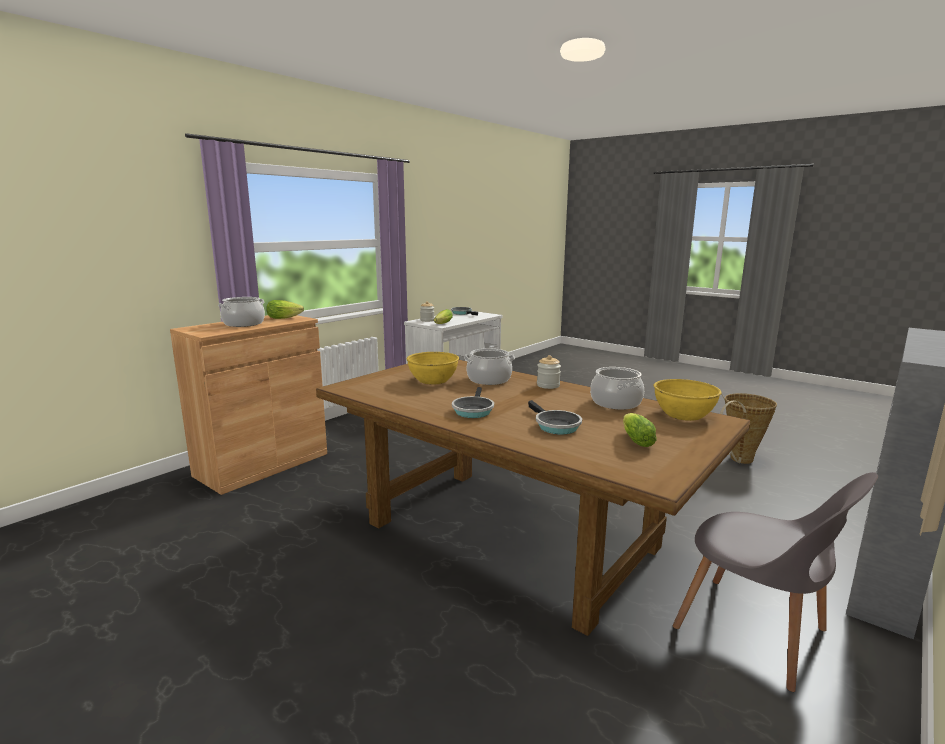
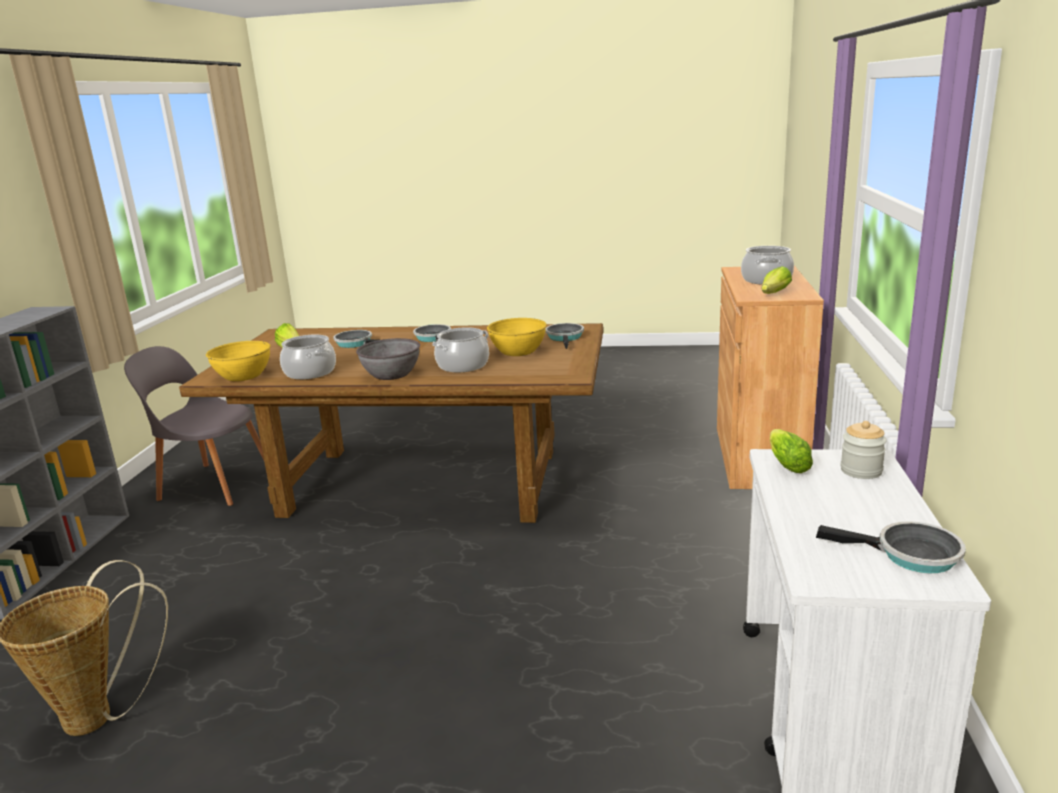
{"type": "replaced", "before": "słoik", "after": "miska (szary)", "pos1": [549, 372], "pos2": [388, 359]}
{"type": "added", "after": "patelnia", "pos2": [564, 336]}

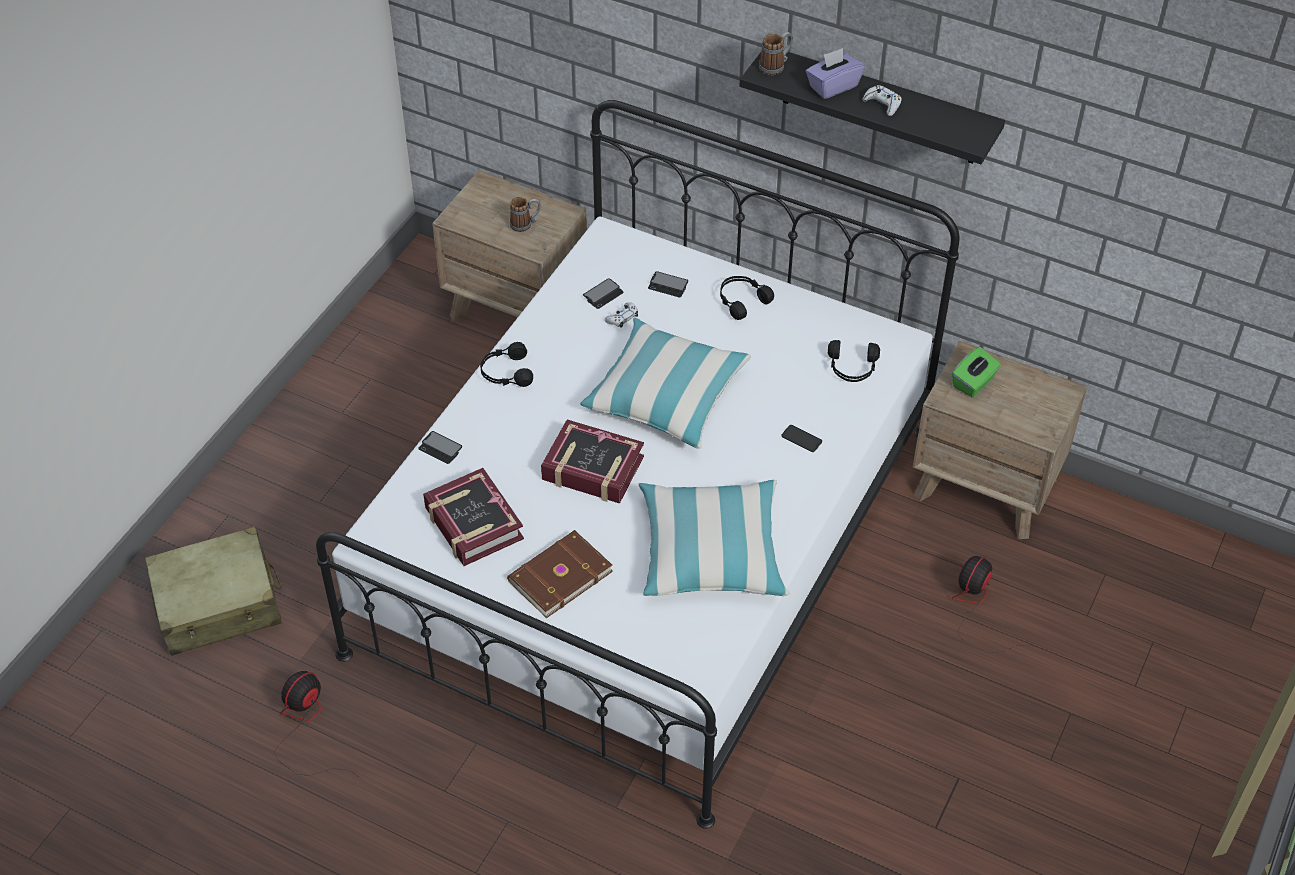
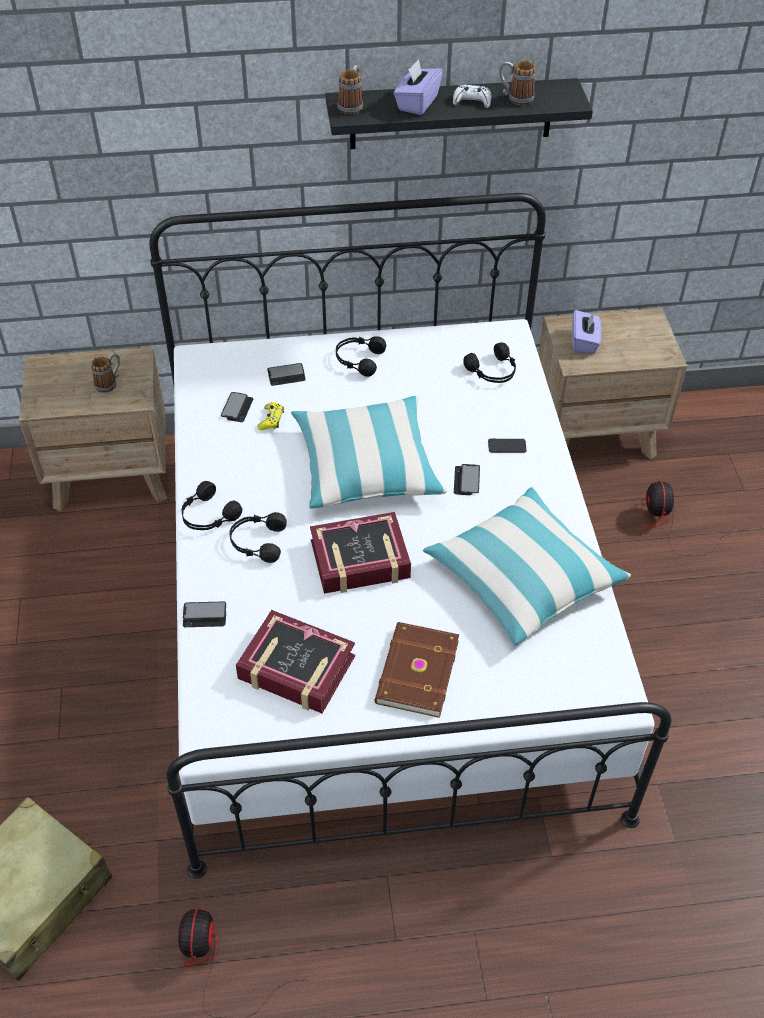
{"type": "added", "after": "słuchawki (czarny)", "pos2": [258, 537]}
{"type": "recoloured", "before": "pad do gier (biały)", "after": "pad do gier (żółty)", "pos1": [621, 315], "pos2": [270, 416]}
{"type": "added", "after": "telefon", "pos2": [467, 479]}
{"type": "added", "after": "kubek", "pos2": [517, 83]}
{"type": "recoloured", "before": "pudełko chusteczek (zielony)", "after": "pudełko chusteczek (fioletowy)", "pos1": [976, 372], "pos2": [586, 332]}

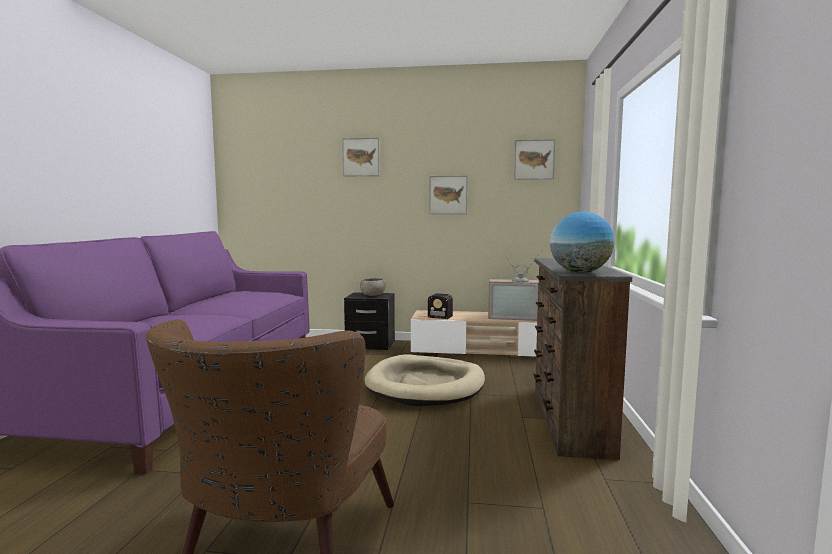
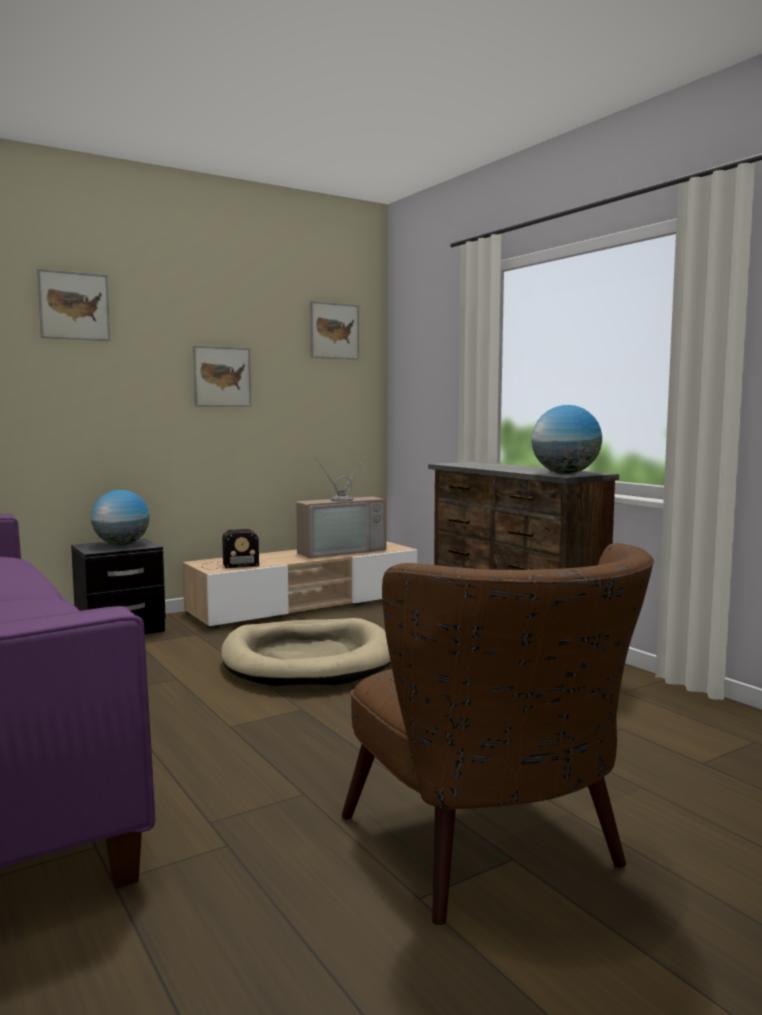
{"type": "replaced", "before": "miska (szary)", "after": "globus", "pos1": [373, 287], "pos2": [120, 517]}

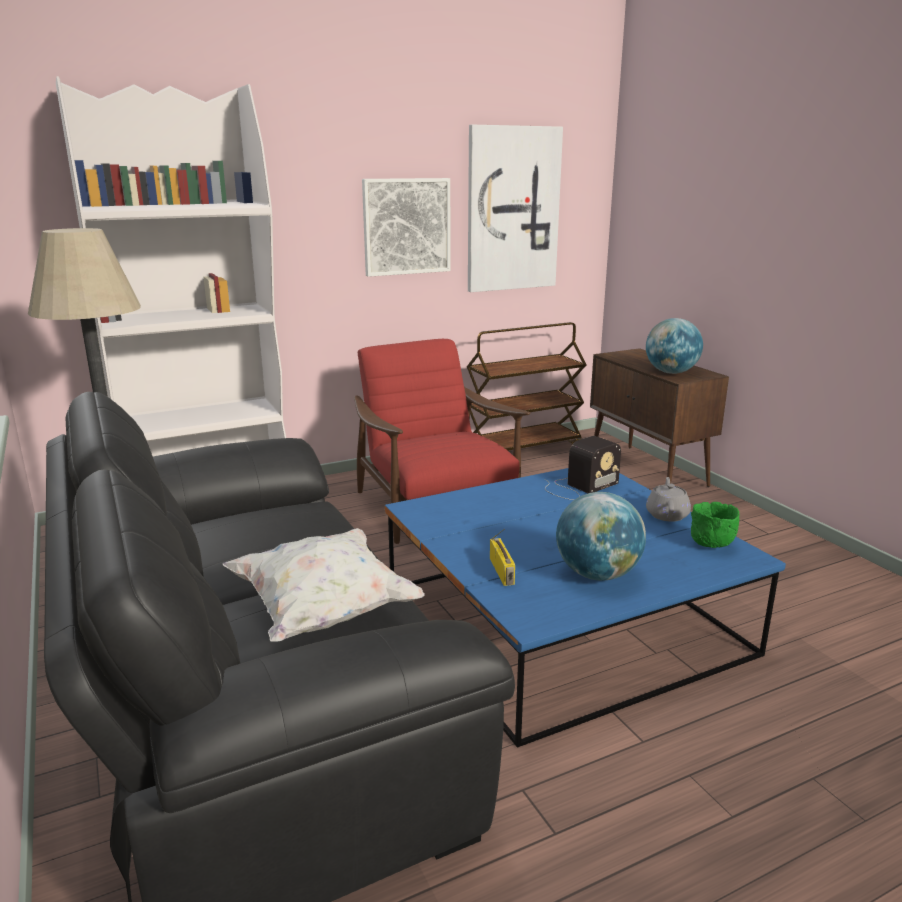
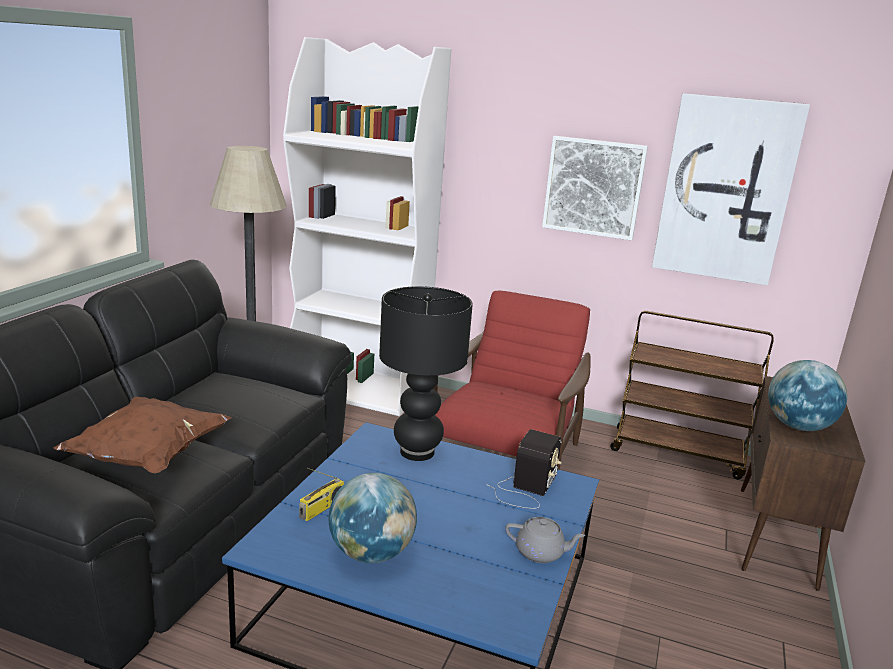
{"type": "recoloured", "before": "poduszka (biały)", "after": "poduszka (brązowy)", "pos1": [324, 585], "pos2": [142, 434]}
{"type": "added", "after": "lampa stołowa (czarny)", "pos2": [426, 373]}
{"type": "turned", "before": "radio", "pos1": [582, 468], "pos2": [524, 469], "turn": -75}
{"type": "turned", "before": "imbryk (szary)", "pos1": [668, 499], "pos2": [545, 540], "turn": 45}
{"type": "removed", "before": "miska (zielony)", "pos1": [715, 525]}

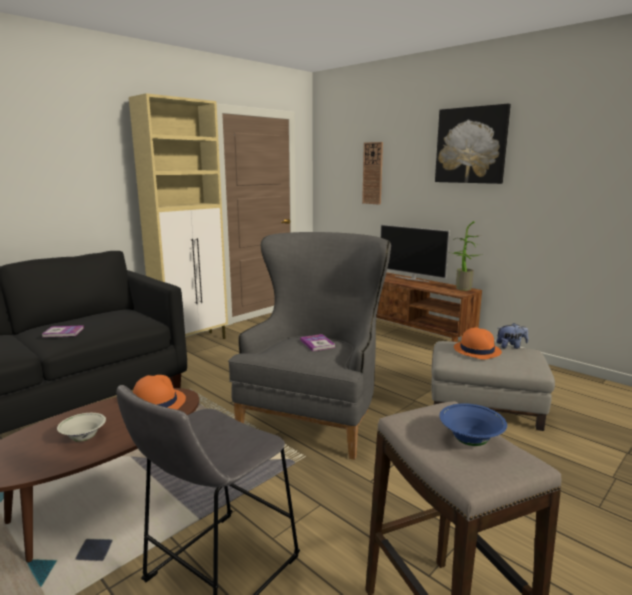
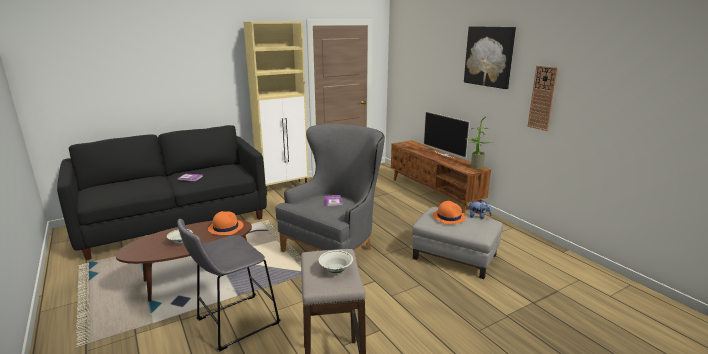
{"type": "recoloured", "before": "miska (niebieski)", "after": "miska (biały)", "pos1": [473, 424], "pos2": [336, 261]}
{"type": "moved", "before": "zegar ścienny", "pos1": [372, 173], "pos2": [542, 98]}

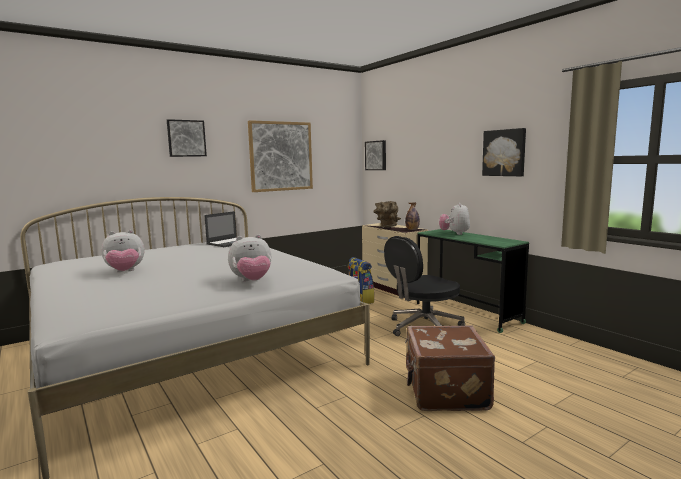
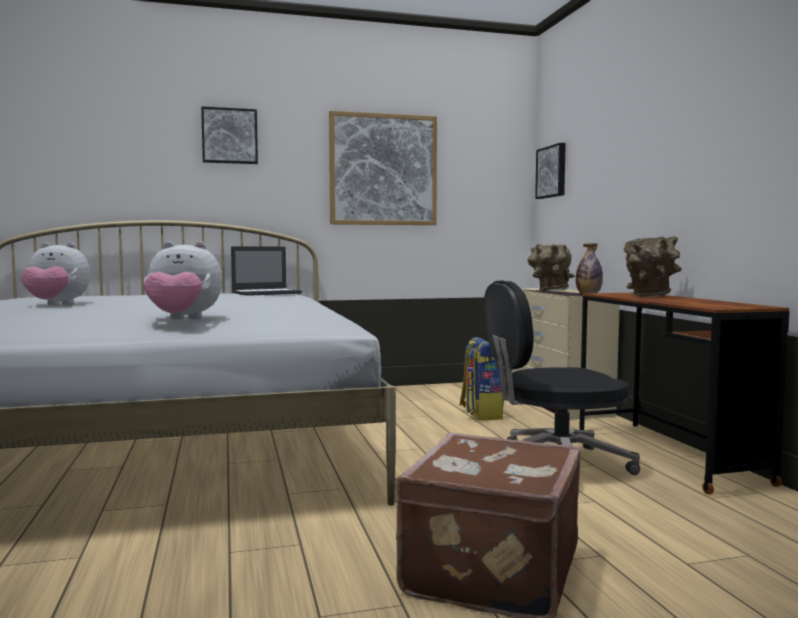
{"type": "recoloured", "before": "biurko (zielony)", "after": "biurko (brązowy)", "pos1": [473, 281], "pos2": [684, 393]}
{"type": "replaced", "before": "pluszak", "after": "wazon (brązowy)", "pos1": [454, 219], "pos2": [653, 266]}
{"type": "removed", "before": "obraz", "pos1": [504, 152]}

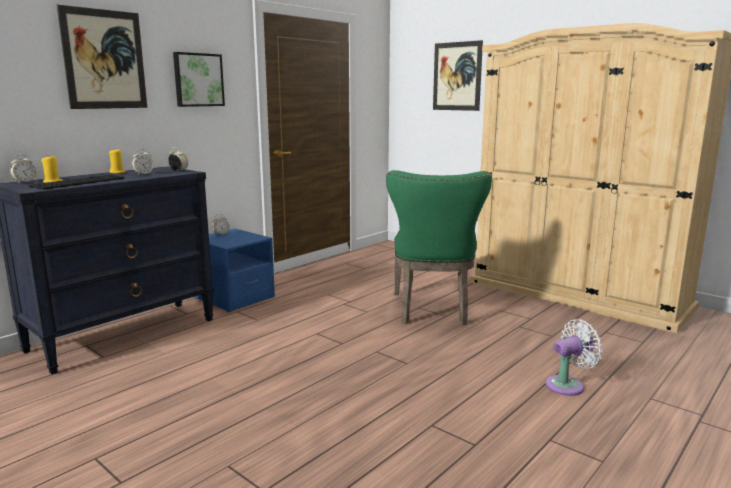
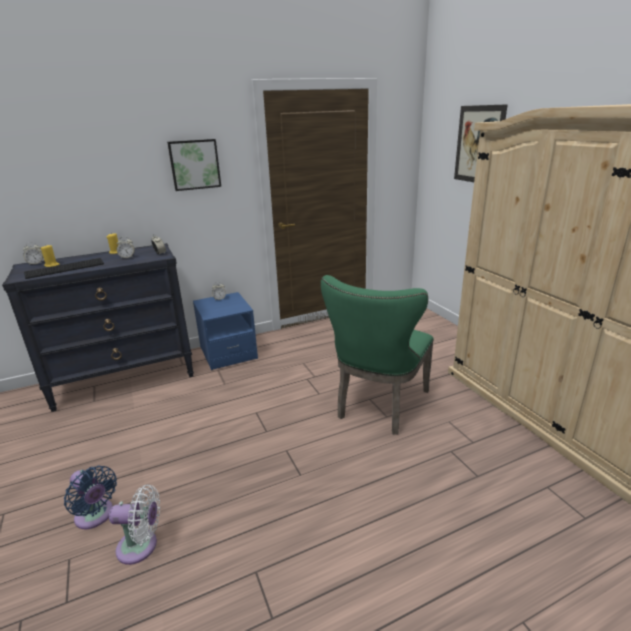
{"type": "added", "after": "wentylator (niebieski)", "pos2": [90, 497]}
{"type": "moved", "before": "wentylator (biały)", "pos1": [574, 357], "pos2": [134, 524]}
{"type": "removed", "before": "obraz", "pos1": [102, 57]}

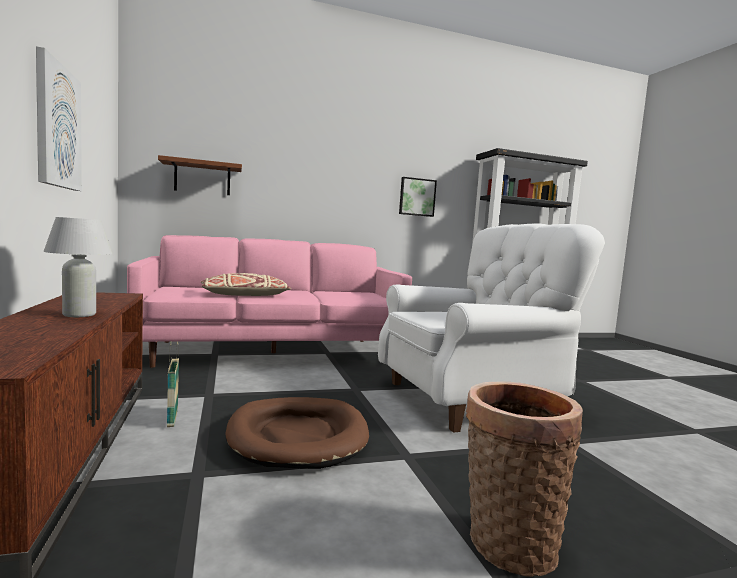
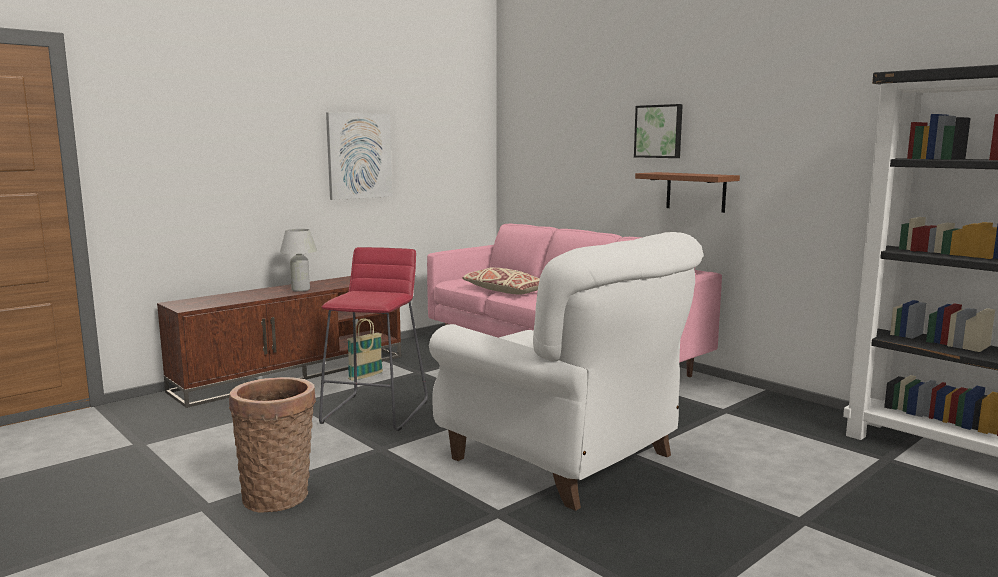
{"type": "replaced", "before": "legowisko (brązowy)", "after": "stołek (czerwony)", "pos1": [297, 433], "pos2": [373, 339]}
{"type": "moved", "before": "obraz", "pos1": [418, 197], "pos2": [658, 131]}
{"type": "moved", "before": "półka (brązowy)", "pos1": [200, 175], "pos2": [687, 192]}

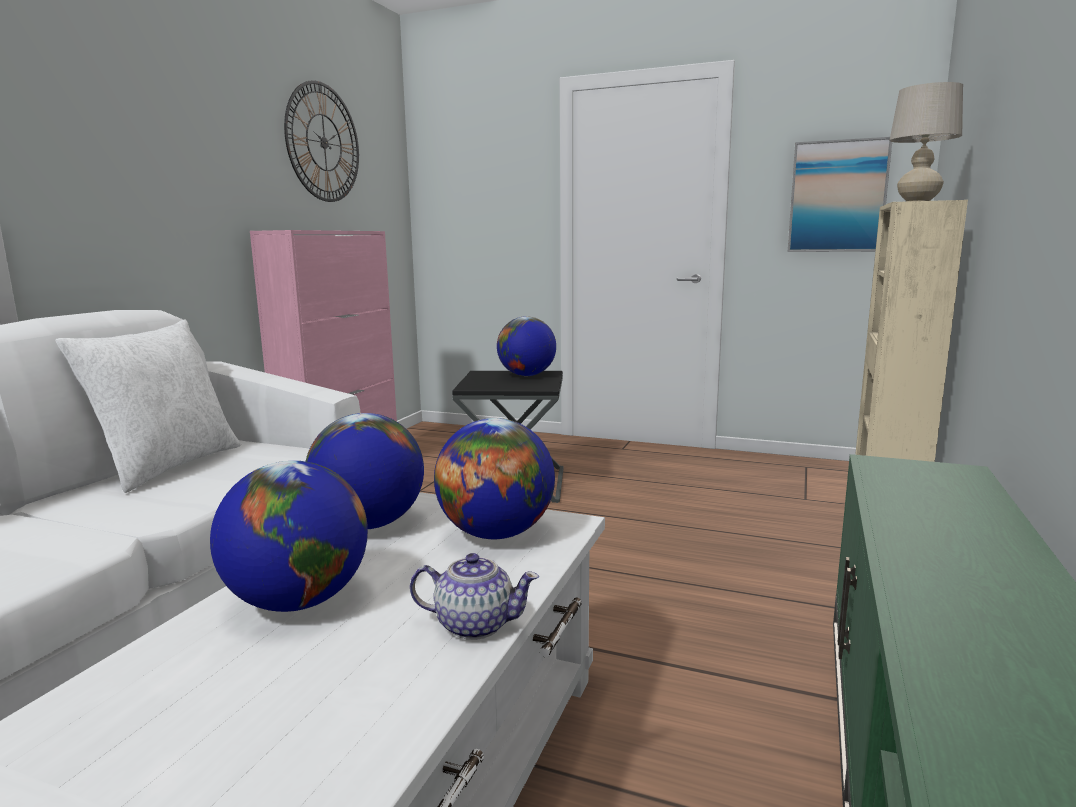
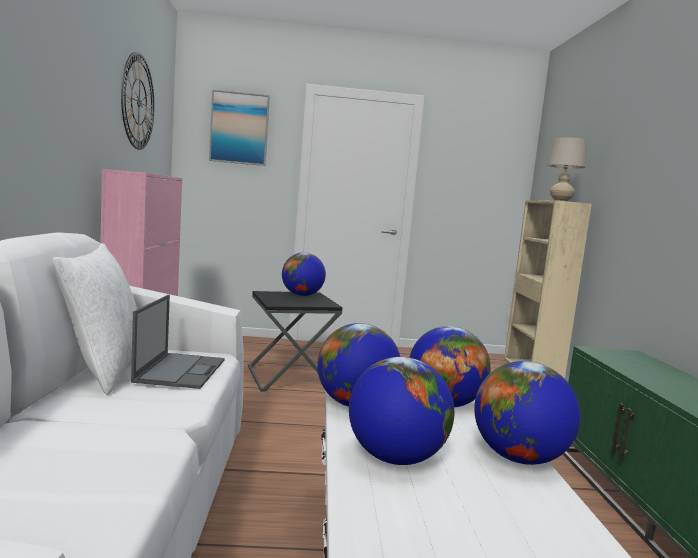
{"type": "added", "after": "laptop", "pos2": [178, 342]}
{"type": "moved", "before": "obraz", "pos1": [840, 194], "pos2": [239, 128]}
{"type": "replaced", "before": "imbryk", "after": "globus", "pos1": [474, 596], "pos2": [527, 413]}

